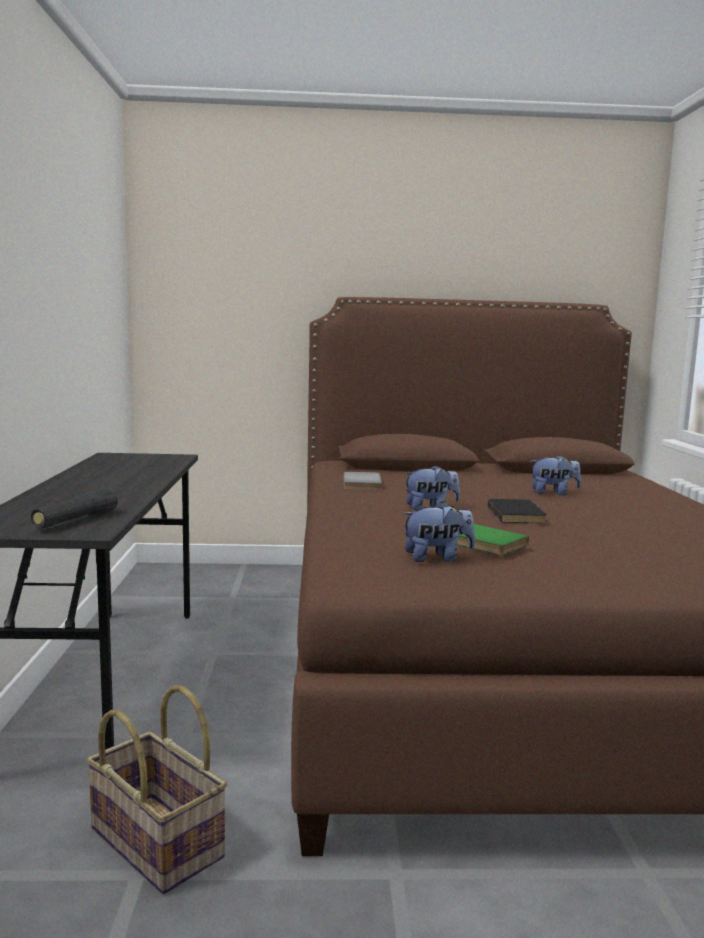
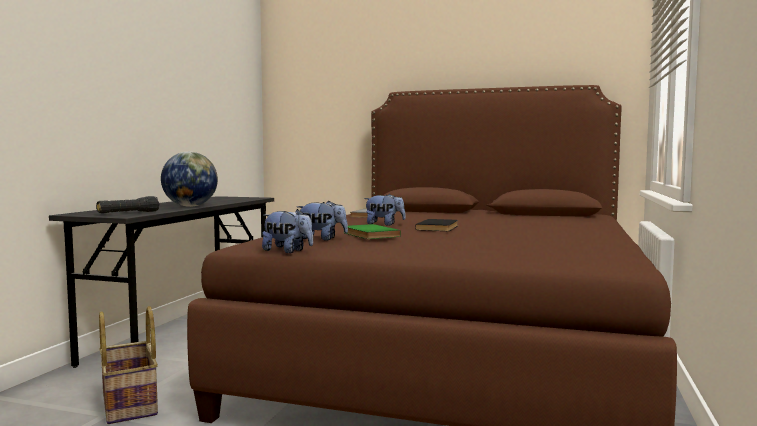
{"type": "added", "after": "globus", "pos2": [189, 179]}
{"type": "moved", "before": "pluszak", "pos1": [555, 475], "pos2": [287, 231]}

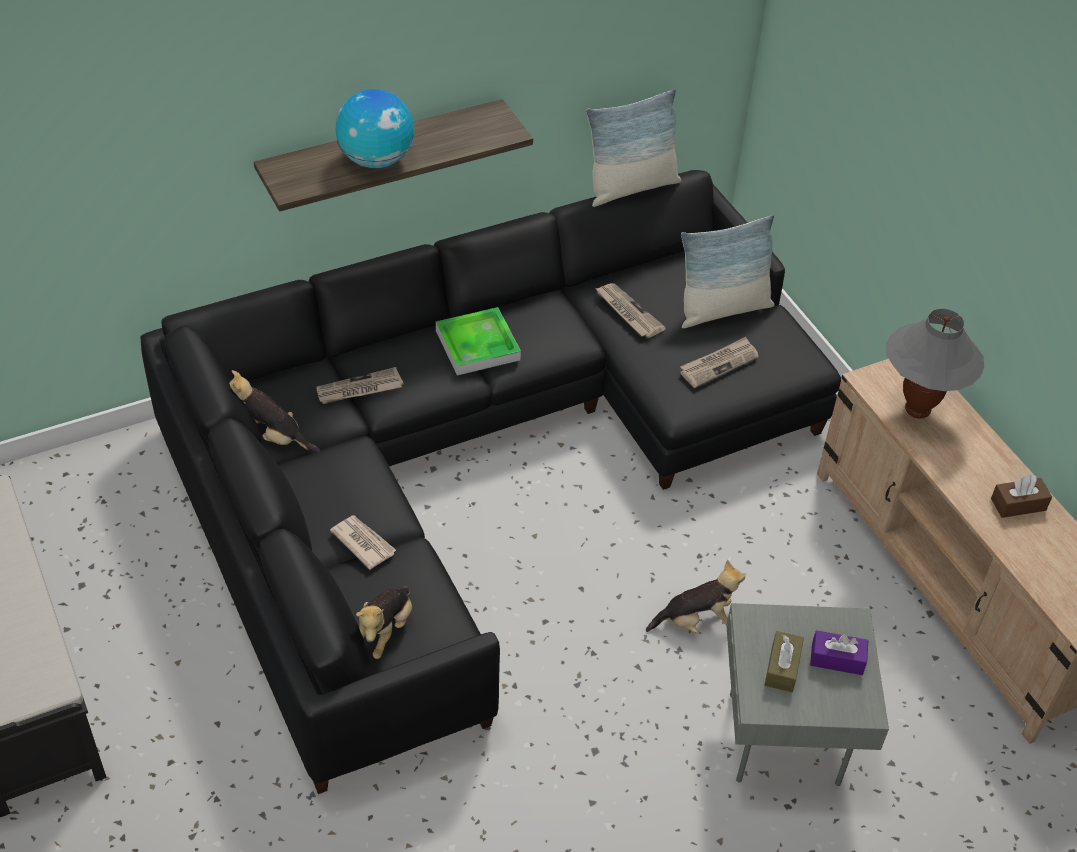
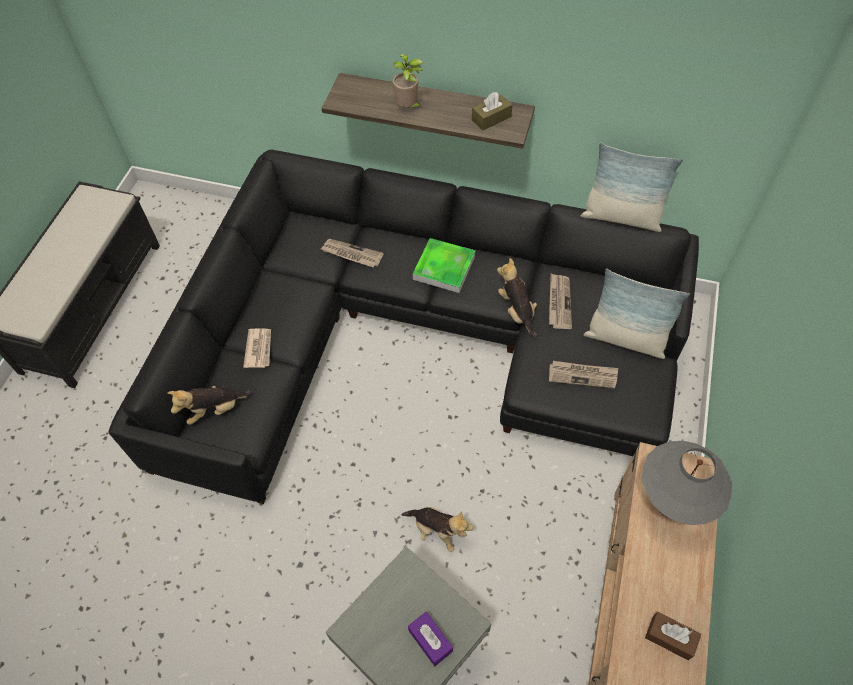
{"type": "replaced", "before": "globus", "after": "roślina doniczkowa", "pos1": [375, 128], "pos2": [408, 81]}
{"type": "moved", "before": "pudełko chusteczek (brązowy)", "pos1": [784, 661], "pos2": [492, 111]}
{"type": "moved", "before": "pluszak", "pos1": [274, 411], "pos2": [517, 299]}

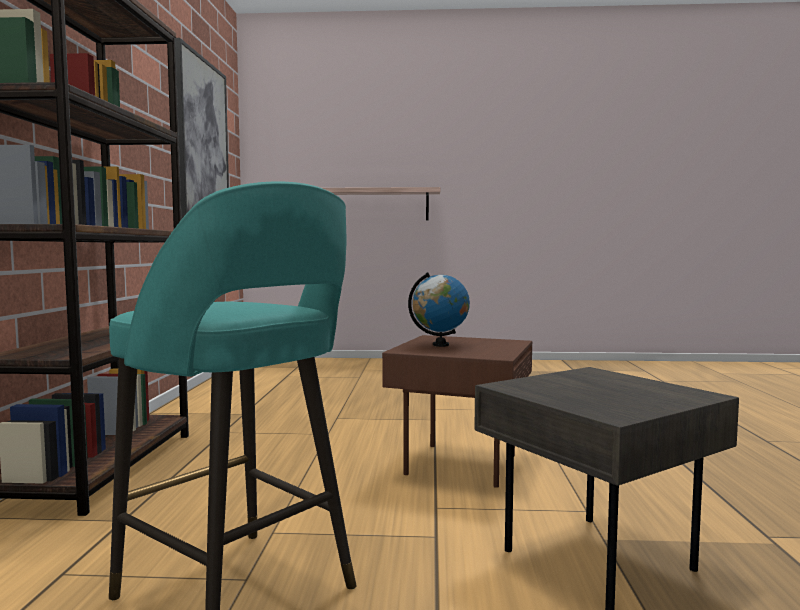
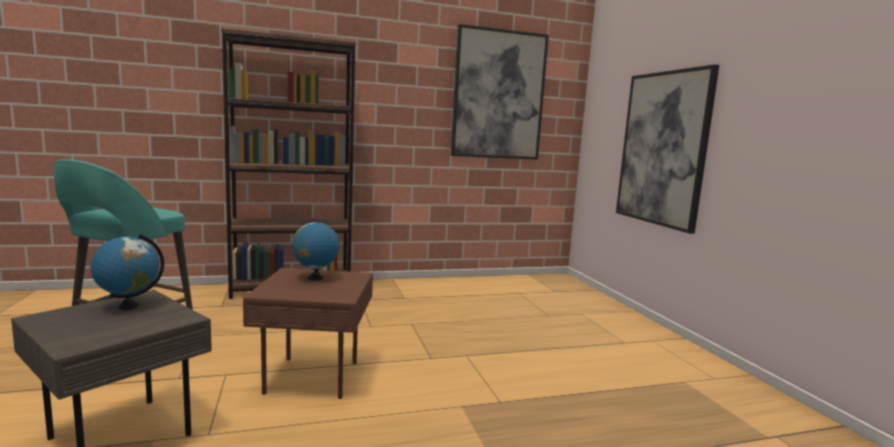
{"type": "added", "after": "globus", "pos2": [127, 272]}
{"type": "replaced", "before": "półka", "after": "obraz", "pos1": [381, 203], "pos2": [667, 149]}

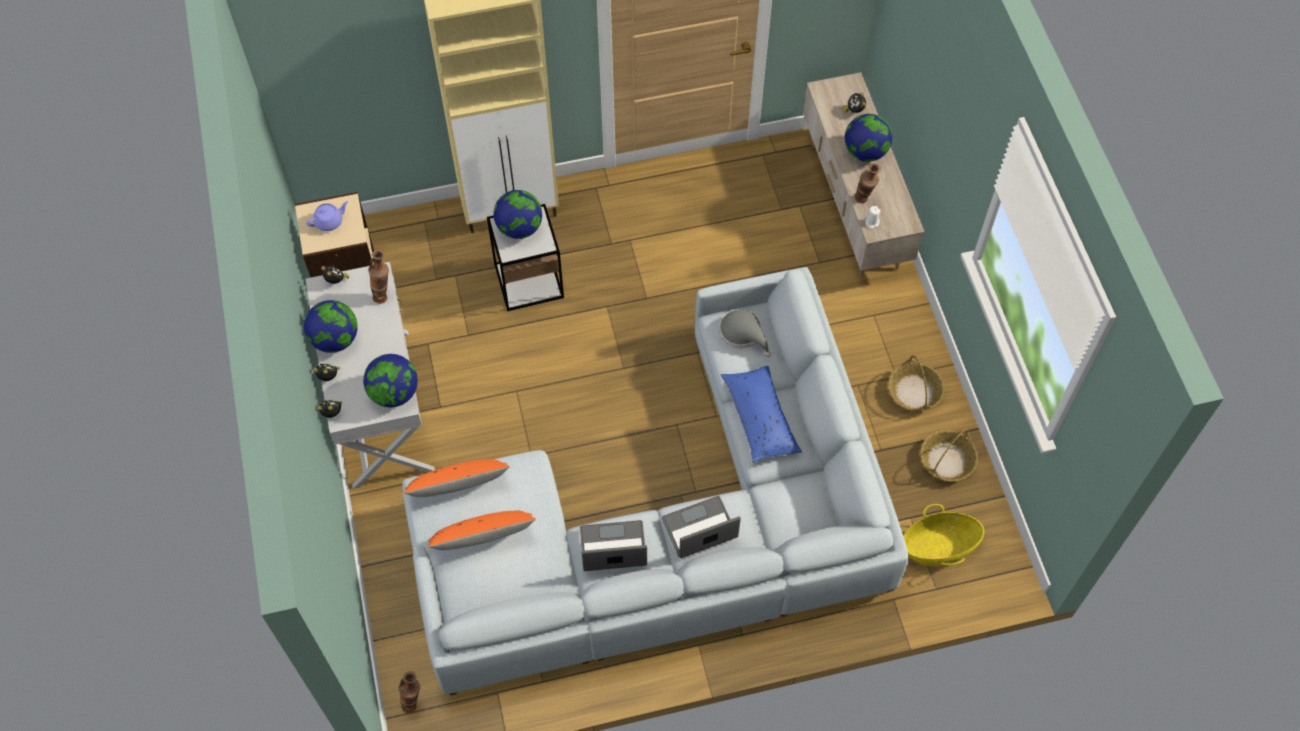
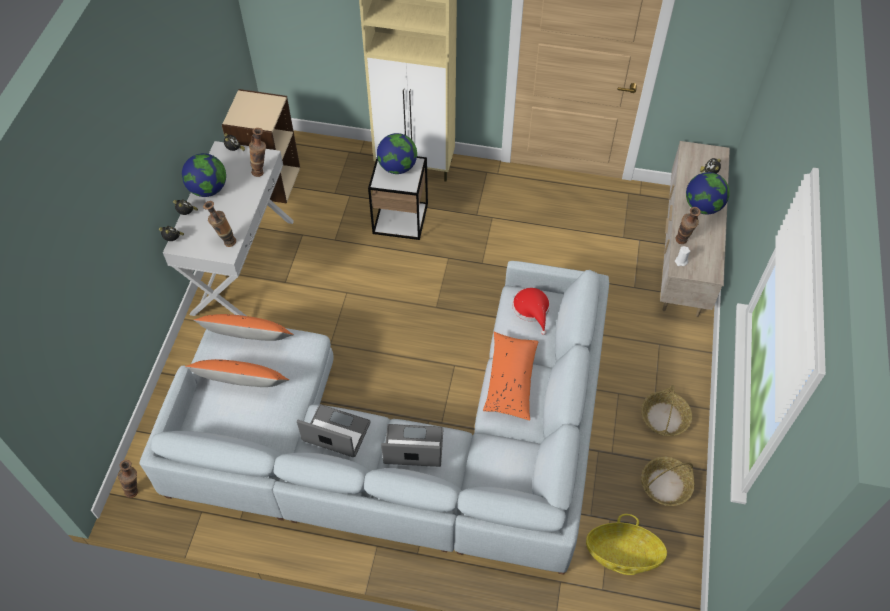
{"type": "replaced", "before": "globus", "after": "wazon", "pos1": [390, 380], "pos2": [219, 224]}
{"type": "recoloured", "before": "poduszka (niebieski)", "after": "poduszka (pomarańczowy)", "pos1": [761, 414], "pos2": [511, 376]}
{"type": "recoloured", "before": "kapelusz (szary)", "after": "kapelusz (czerwony)", "pos1": [745, 333], "pos2": [531, 311]}
{"type": "removed", "before": "imbryk (fioletowy)", "pos1": [327, 216]}

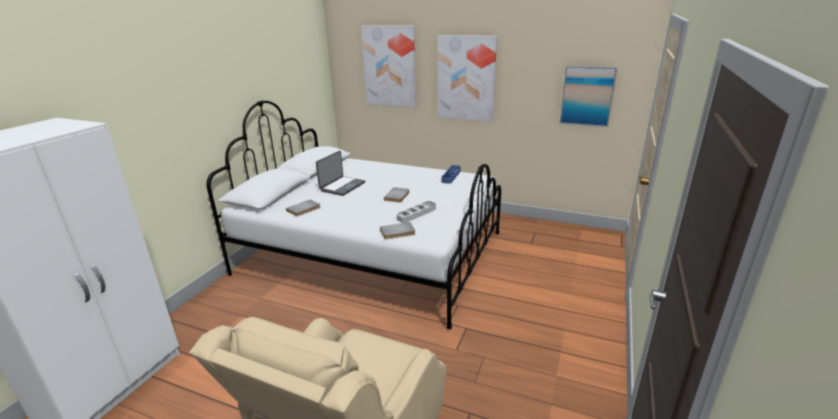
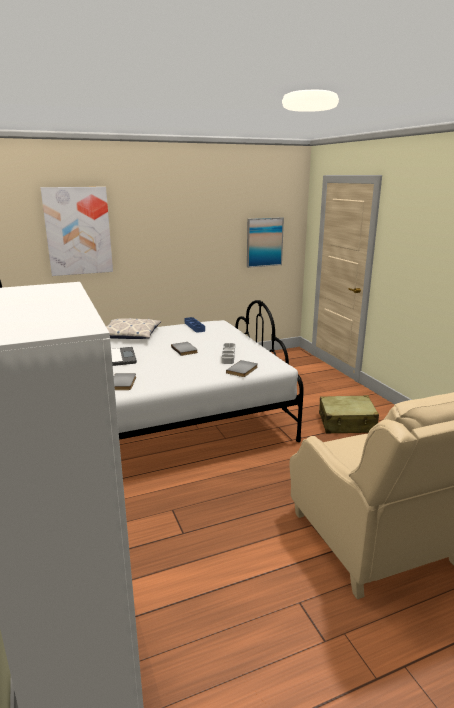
{"type": "added", "after": "poduszka", "pos2": [133, 328]}
{"type": "added", "after": "walizka (beżowy)", "pos2": [349, 414]}
{"type": "removed", "before": "obraz", "pos1": [467, 78]}

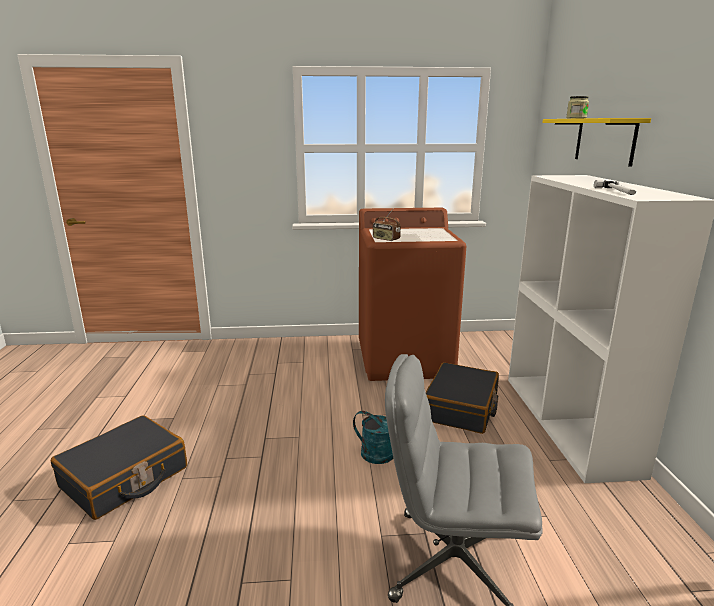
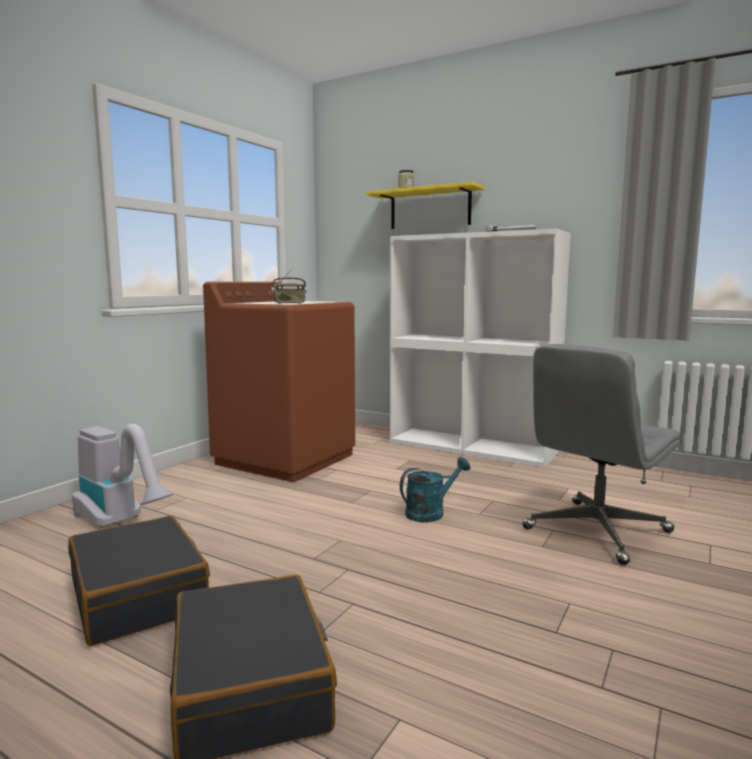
{"type": "moved", "before": "walizka (czarny)", "pos1": [462, 398], "pos2": [139, 580]}
{"type": "added", "after": "odkurzacz", "pos2": [122, 476]}

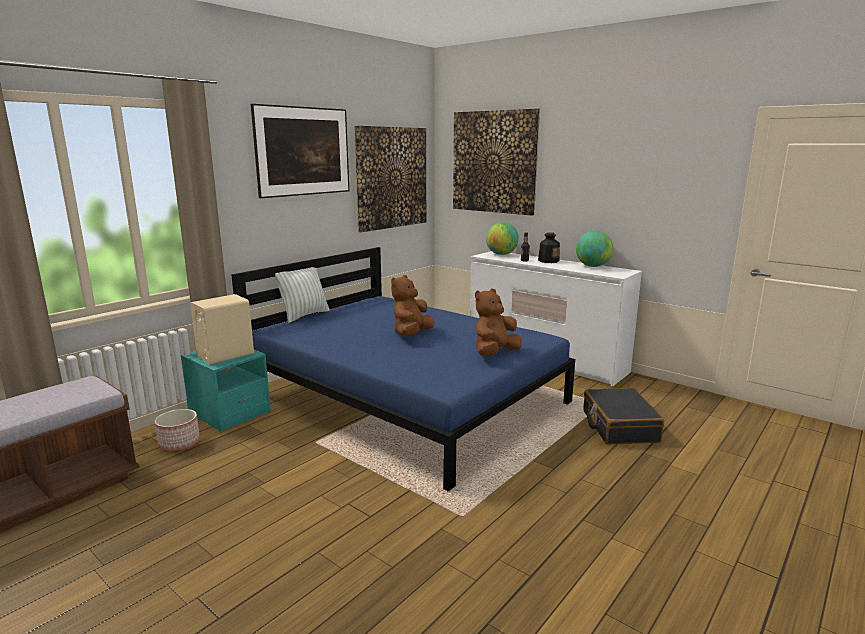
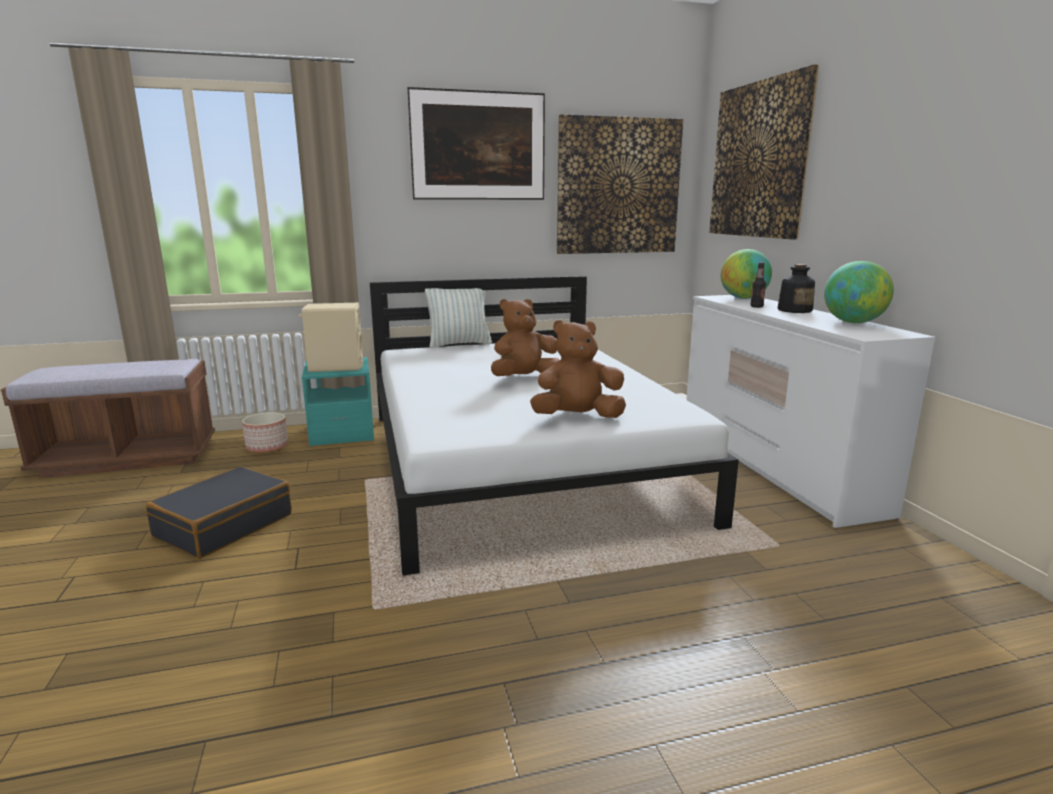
{"type": "moved", "before": "walizka (czarny)", "pos1": [624, 416], "pos2": [219, 512]}
{"type": "recoloured", "before": "łóżko (niebieski)", "after": "łóżko (biały)", "pos1": [403, 369], "pos2": [554, 426]}

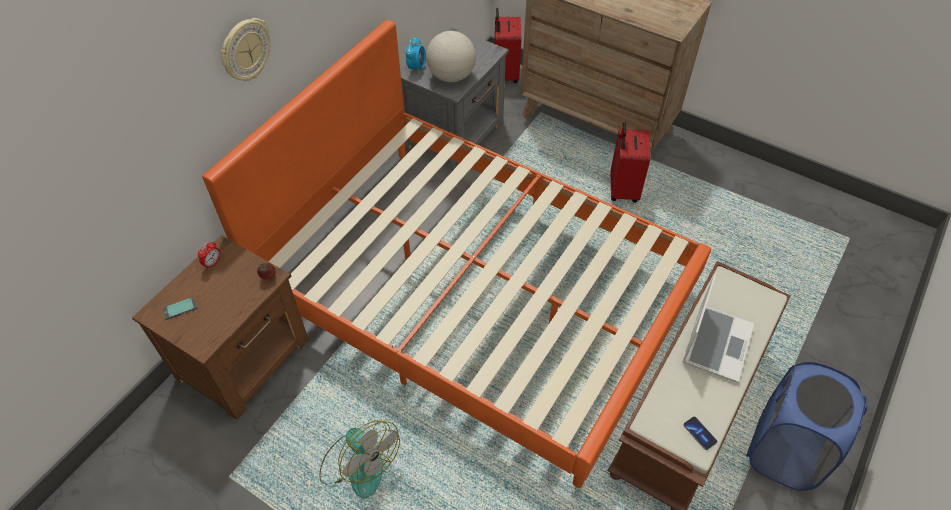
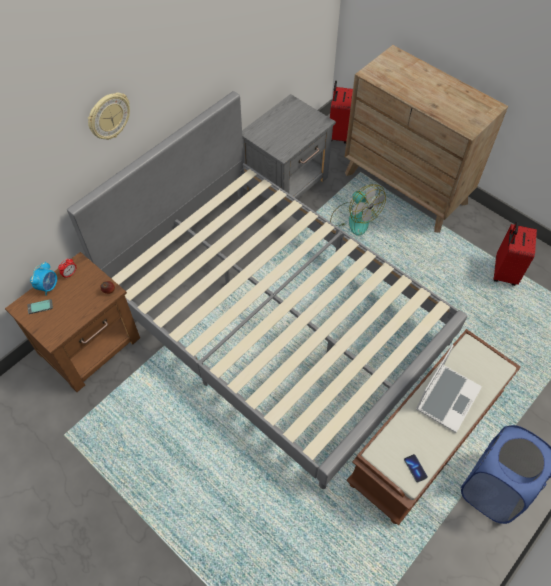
{"type": "moved", "before": "budzik", "pos1": [416, 55], "pos2": [43, 279]}
{"type": "recoloured", "before": "łóżko (pomarańczowy)", "after": "łóżko (szary)", "pos1": [456, 254], "pos2": [267, 290]}
{"type": "moved", "before": "wentylator", "pos1": [359, 459], "pos2": [358, 210]}
{"type": "moved", "before": "walizka (czerwony)", "pos1": [630, 162], "pos2": [515, 253]}
{"type": "removed", "before": "globus", "pos1": [451, 56]}

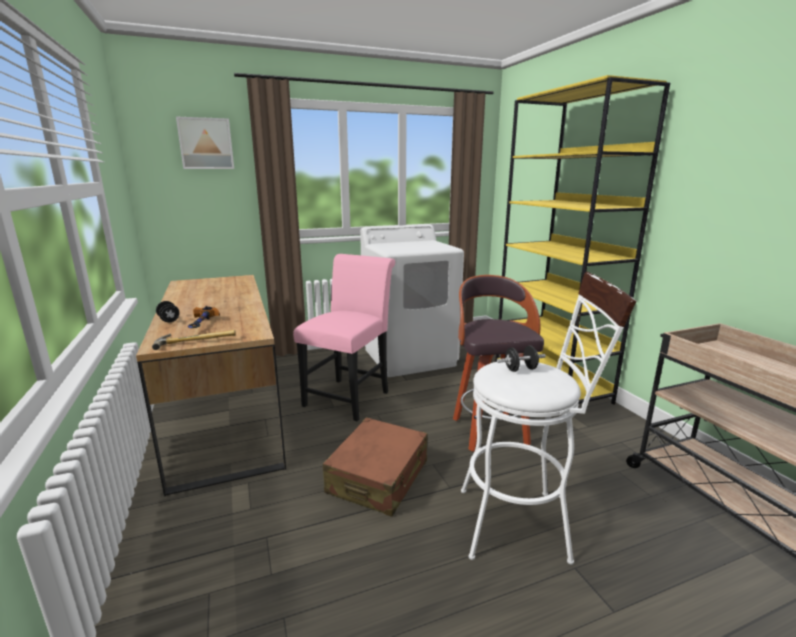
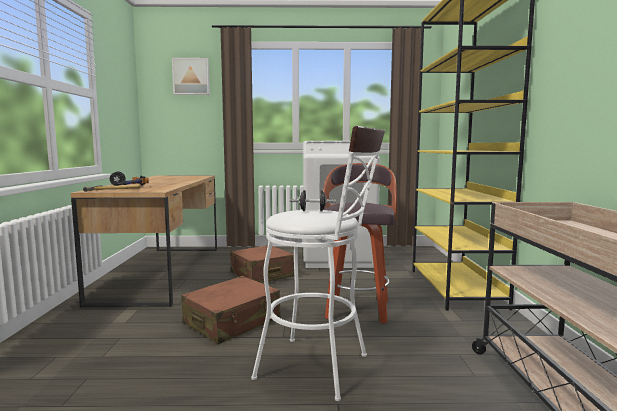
{"type": "replaced", "before": "krzesło (różowy)", "after": "walizka (brązowy)", "pos1": [344, 337], "pos2": [262, 264]}

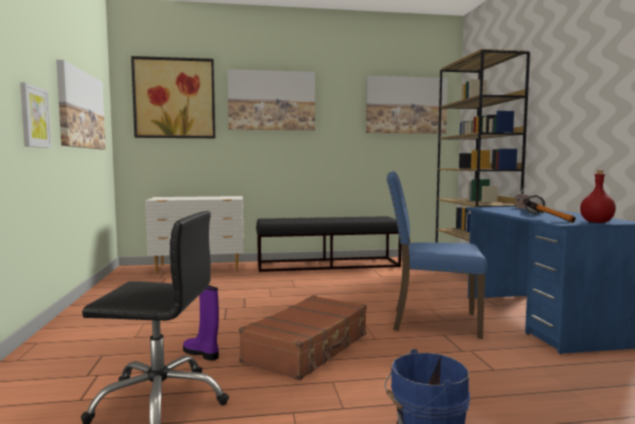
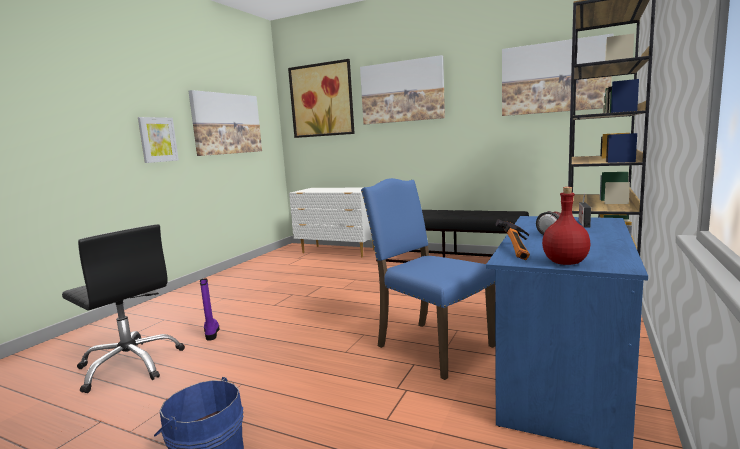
{"type": "removed", "before": "walizka (brązowy)", "pos1": [303, 338]}

